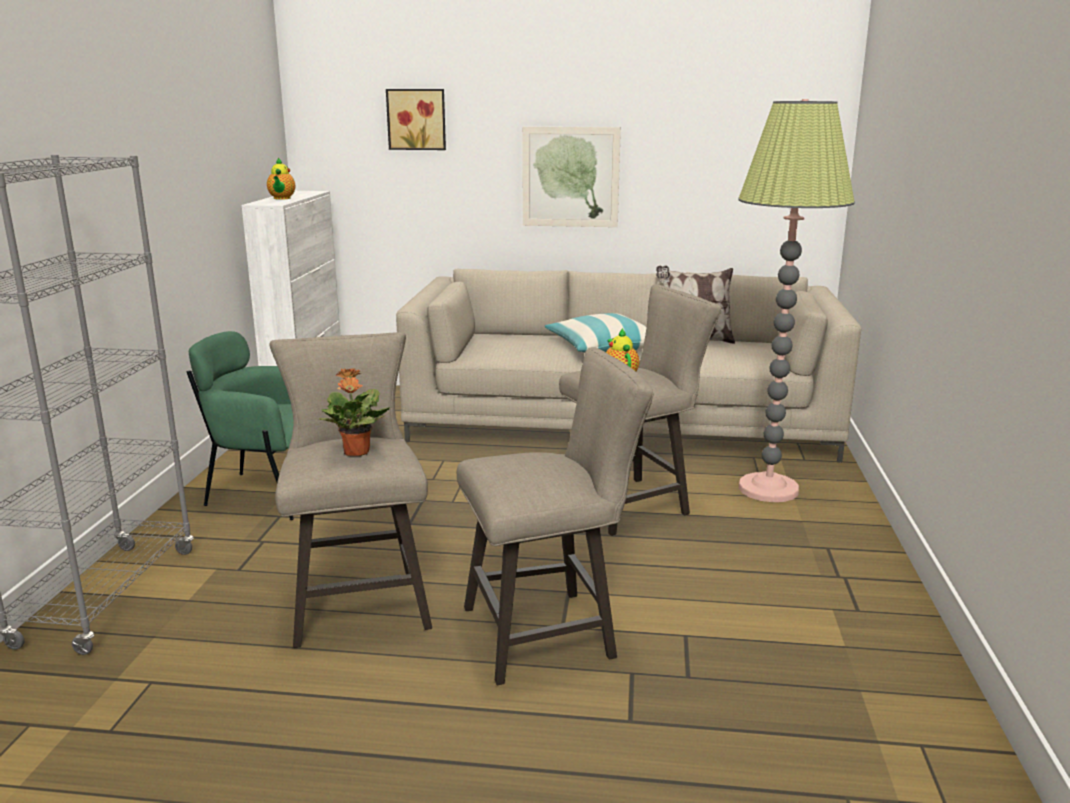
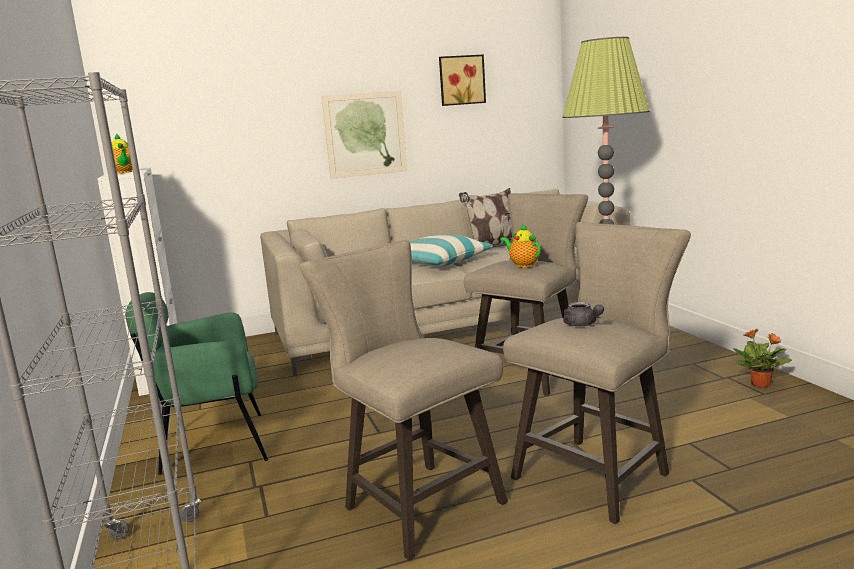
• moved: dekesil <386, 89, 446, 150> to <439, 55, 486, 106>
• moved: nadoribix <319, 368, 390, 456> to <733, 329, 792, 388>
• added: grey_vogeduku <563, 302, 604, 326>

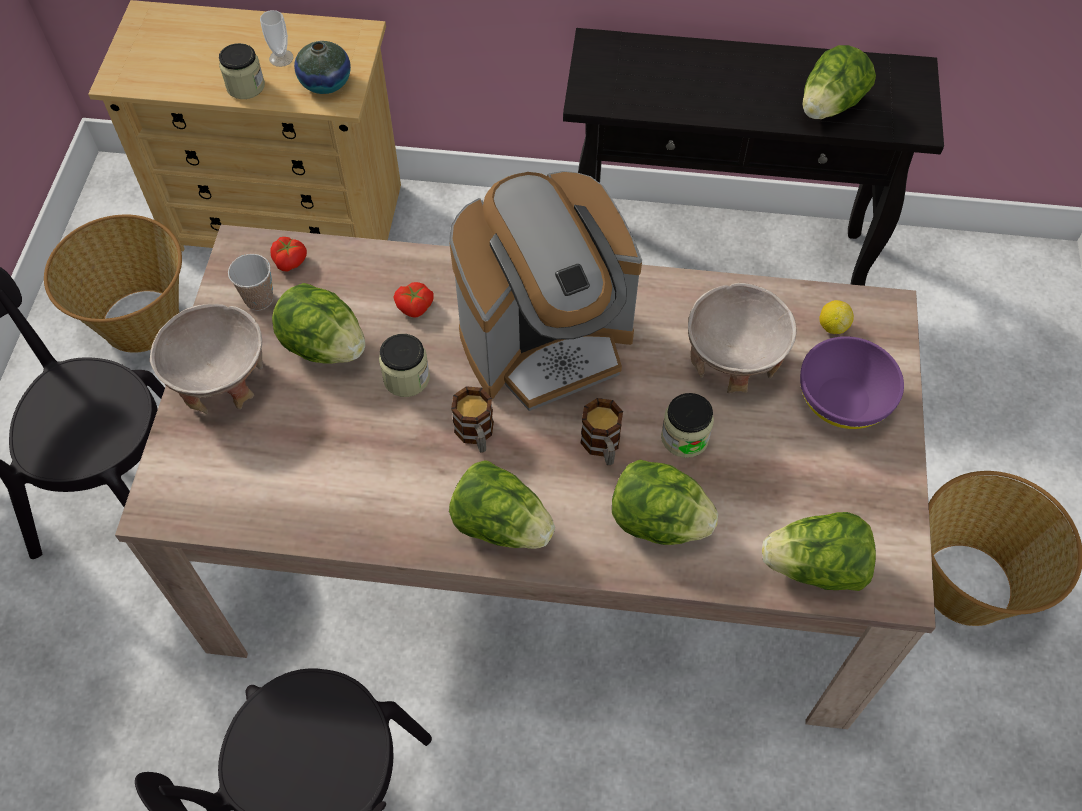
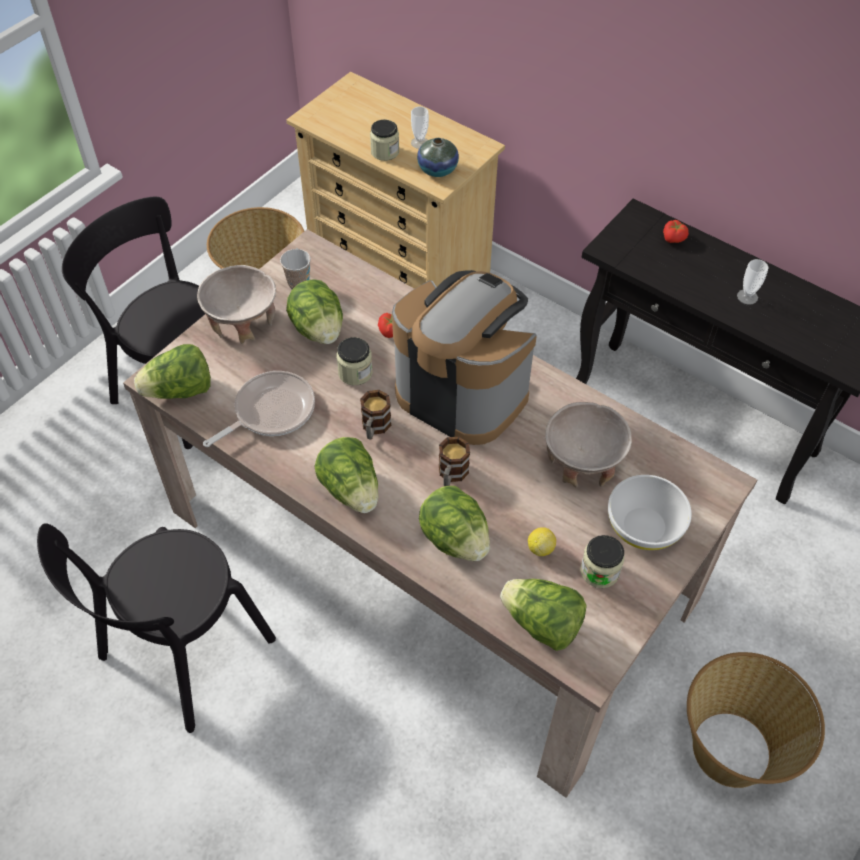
• moved: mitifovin <803, 45, 876, 119> to <134, 344, 211, 399>
• turned: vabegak <449, 171, 642, 411> = <392, 270, 537, 445> 150 degrees counterclockwise
• moved: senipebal <270, 237, 307, 271> to <663, 220, 689, 243>
• moved: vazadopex <819, 300, 854, 334> to <528, 527, 556, 556>
• recoloured: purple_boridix <800, 336, 904, 429> to white_boridix <608, 475, 692, 550>
• moved: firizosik <661, 393, 714, 458> to <580, 535, 624, 588>
• added: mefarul <737, 259, 769, 305>
• added: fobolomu <203, 371, 315, 447>

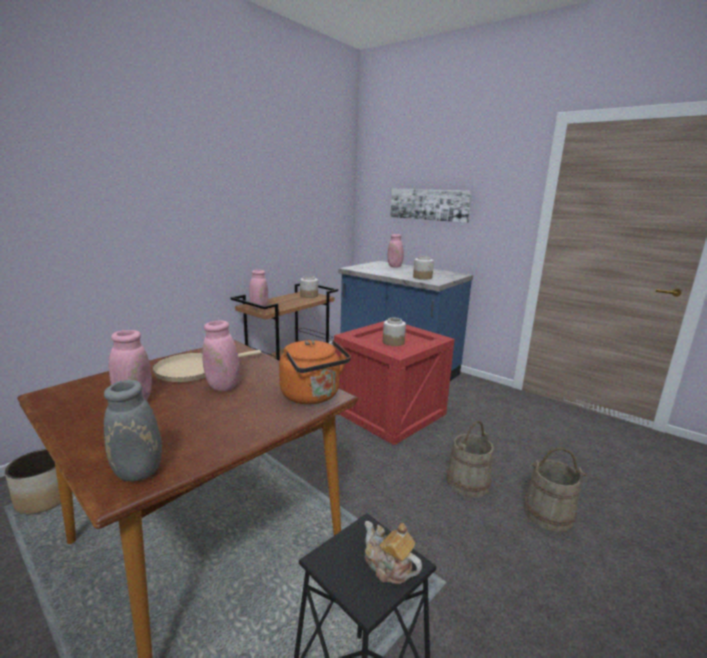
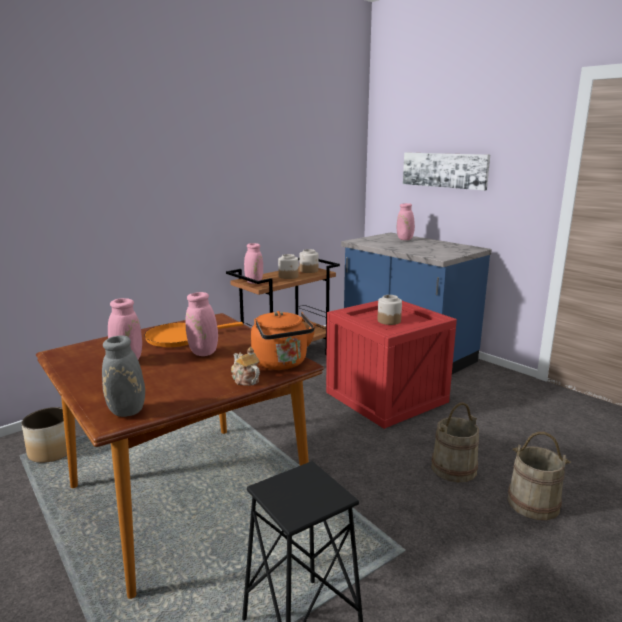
• moved: firizosik <413, 256, 434, 280> to <278, 254, 298, 279>
• recoloured: beige_fobolomu <152, 350, 261, 382> to orange_fobolomu <144, 322, 243, 347>
• moved: vogeduku <365, 521, 422, 584> to <231, 347, 260, 386>

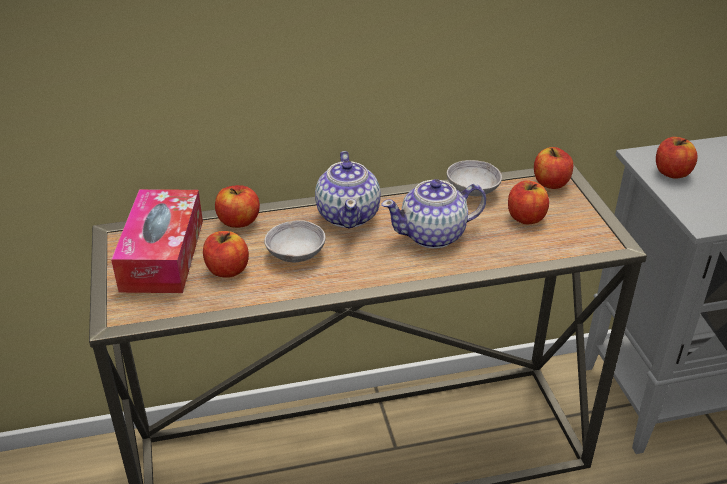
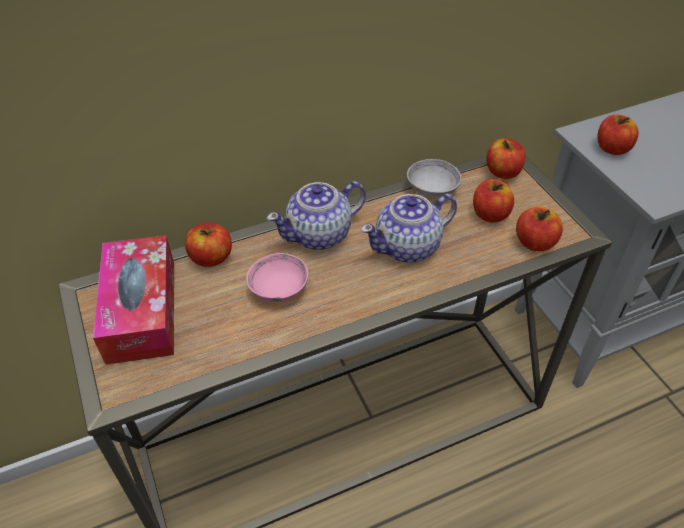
• turned: vogeduku <315, 151, 381, 229> = <267, 181, 366, 250> 75 degrees clockwise
• recoloured: grey_boridix <264, 220, 326, 262> to pink_boridix <246, 253, 309, 302>
• moved: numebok <203, 231, 249, 278> to <516, 207, 563, 251>

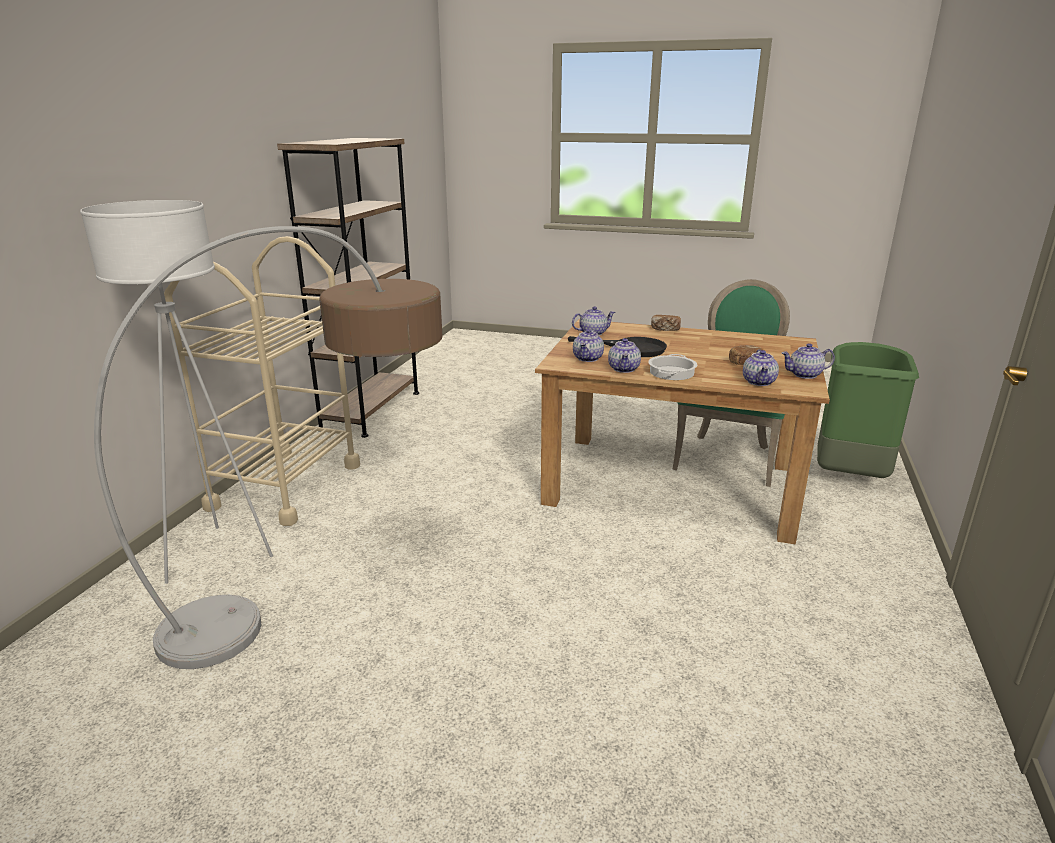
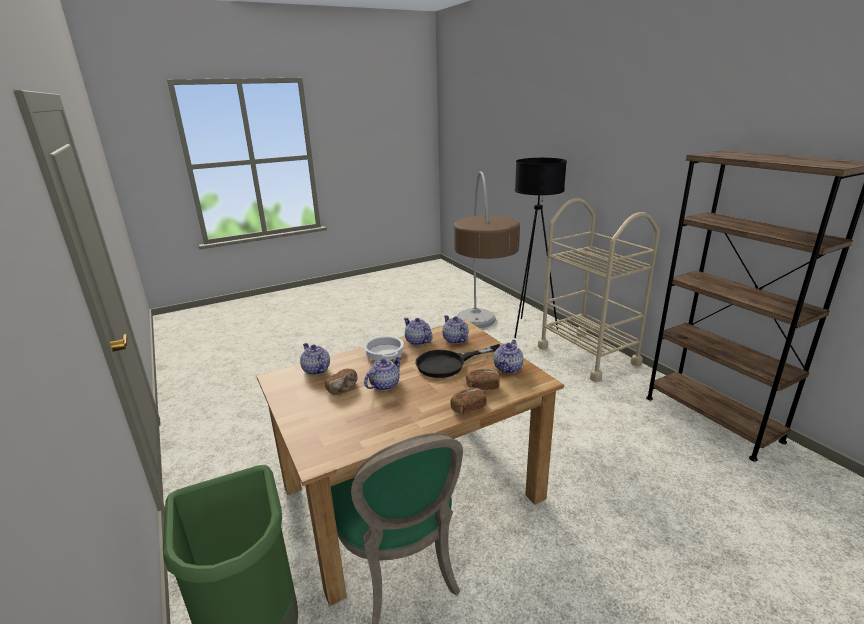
• recoloured: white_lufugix <80, 200, 273, 584> to black_lufugix <514, 158, 567, 338>
• moved: vogeduku <782, 343, 835, 379> to <364, 356, 402, 391>
• added: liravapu <466, 369, 500, 390>

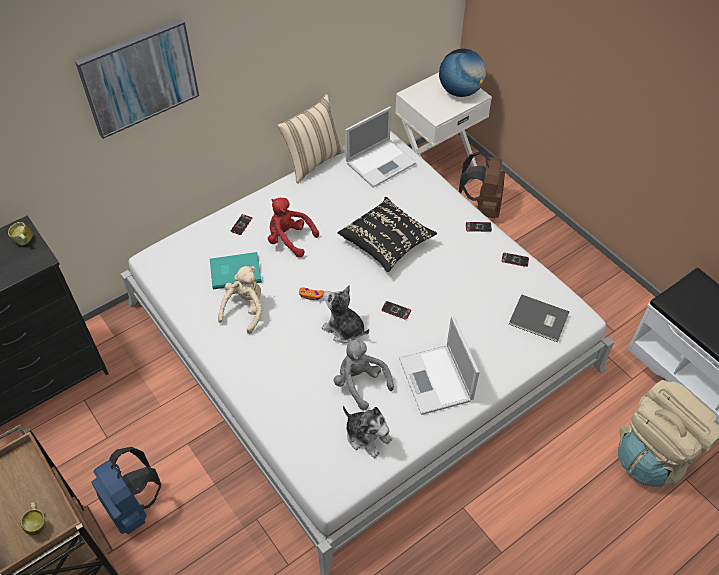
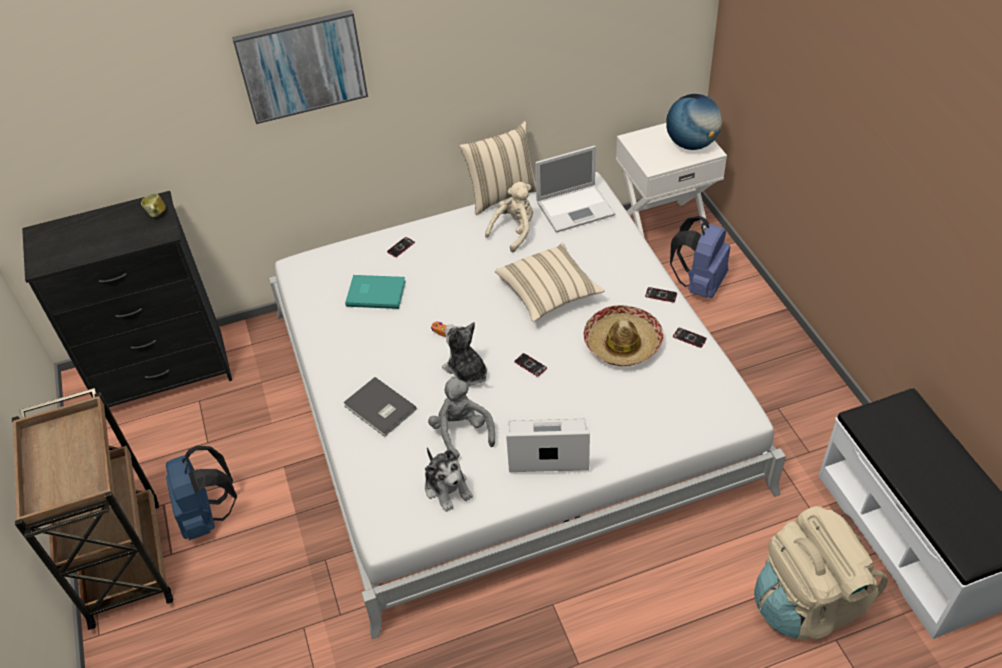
• recoloured: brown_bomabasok <459, 152, 505, 218> to blue_bomabasok <670, 216, 730, 298>
• recoloured: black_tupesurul <338, 197, 437, 272> to beige_tupesurul <495, 243, 605, 322>
• removed: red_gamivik <268, 198, 319, 257>
• moved: beige_gamivik <218, 266, 263, 334> to <485, 182, 533, 252>
• moved: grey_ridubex <509, 294, 570, 342> to <343, 377, 417, 437>
• turned: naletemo <399, 316, 480, 415> = <506, 418, 590, 472> 90 degrees clockwise
• removed: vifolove <20, 502, 45, 535>
• added: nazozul <583, 305, 664, 366>

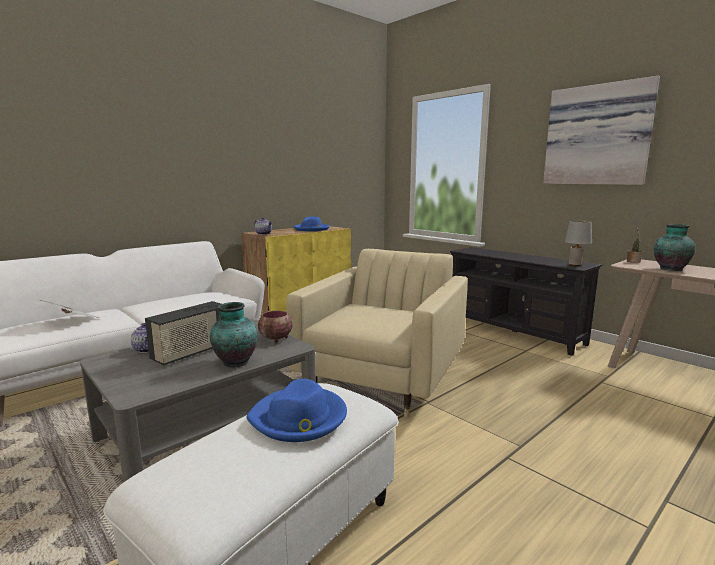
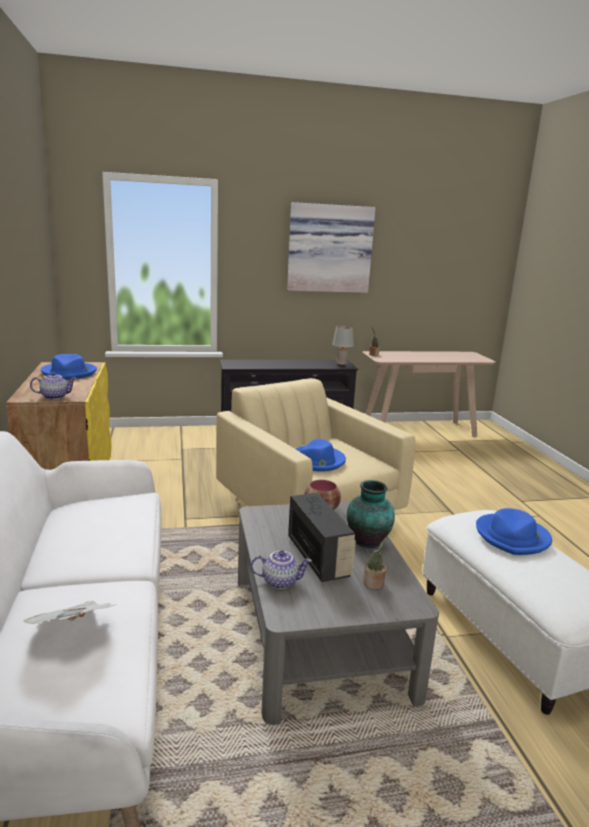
• removed: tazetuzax <654, 224, 695, 271>
• added: blue_nazozul <295, 439, 346, 472>
• added: nadoribix <363, 537, 388, 589>

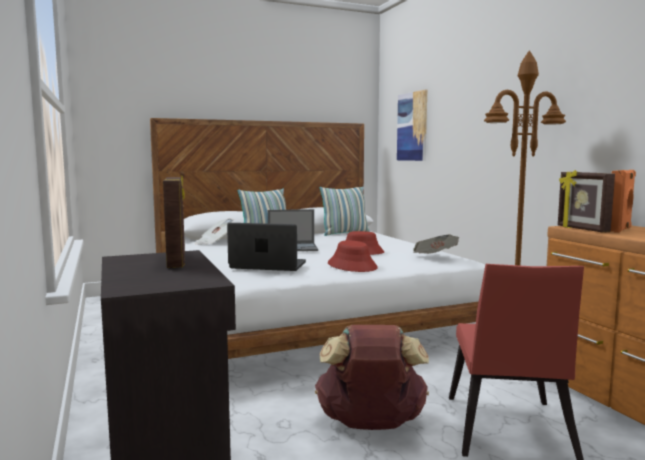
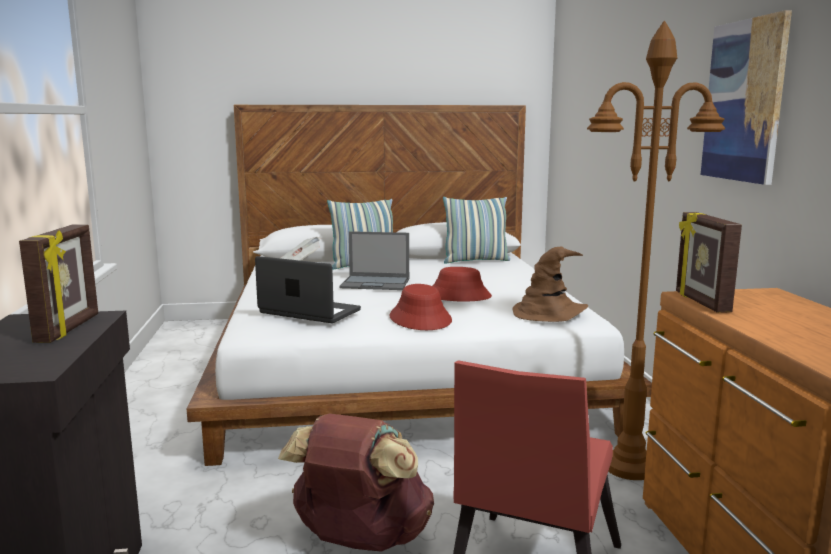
• moved: dekesil <397, 89, 427, 161> to <701, 10, 792, 185>
• removed: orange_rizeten <611, 170, 636, 233>
• replaced: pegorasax <413, 235, 459, 254> to brown_nazozul <512, 246, 588, 322>

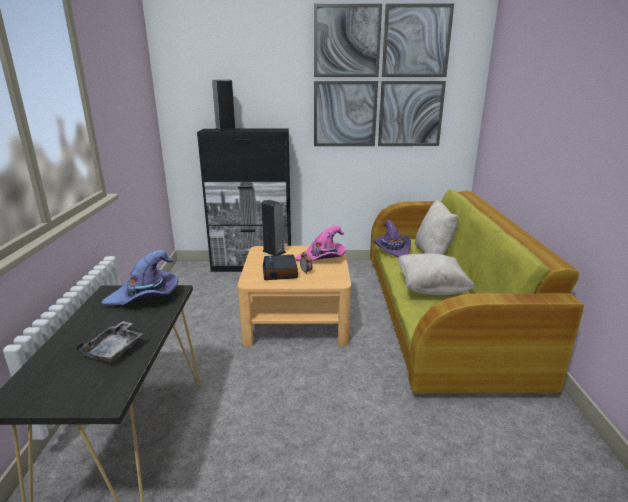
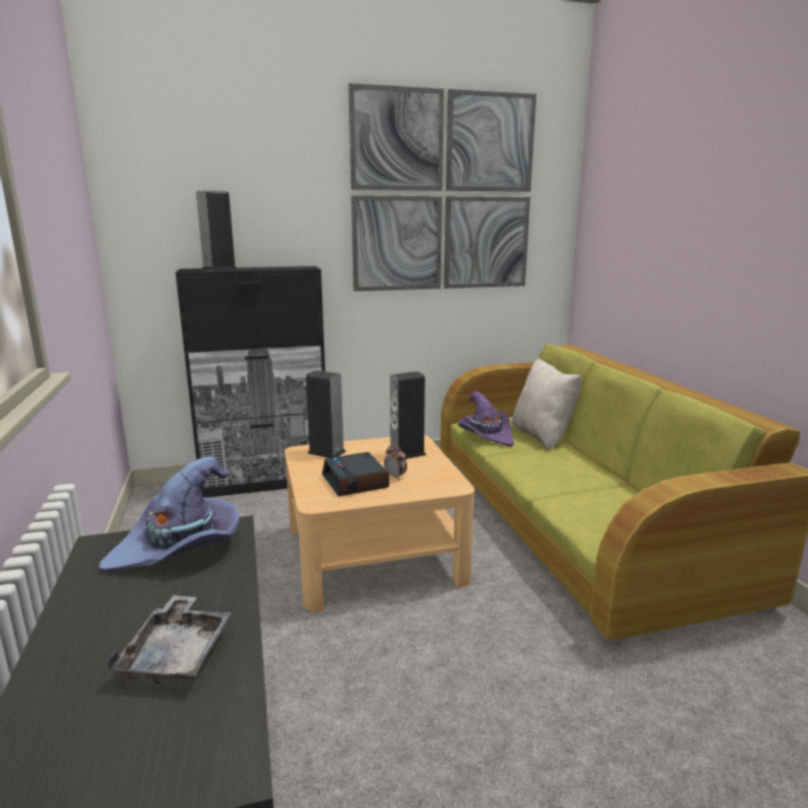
• replaced: pink_nazozul <295, 226, 346, 261> to rizeten <390, 371, 426, 459>
• removed: beige_tupesurul <397, 253, 475, 295>

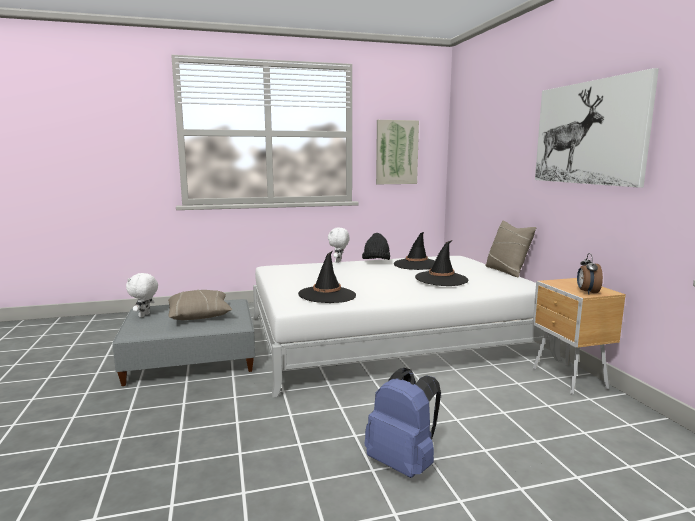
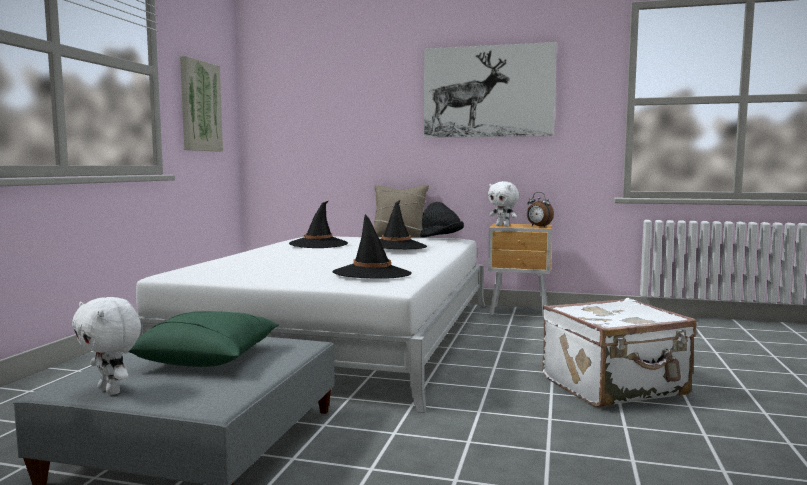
• moved: white_gamivik <328, 228, 350, 263> to <488, 181, 519, 227>
• moved: black_nazozul <362, 233, 390, 260> to <420, 202, 464, 237>
• recoloured: beige_tupesurul <168, 290, 232, 320> to green_tupesurul <129, 311, 279, 367>
• replaced: blue_bomabasok <365, 368, 441, 478> to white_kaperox <542, 298, 697, 407>

